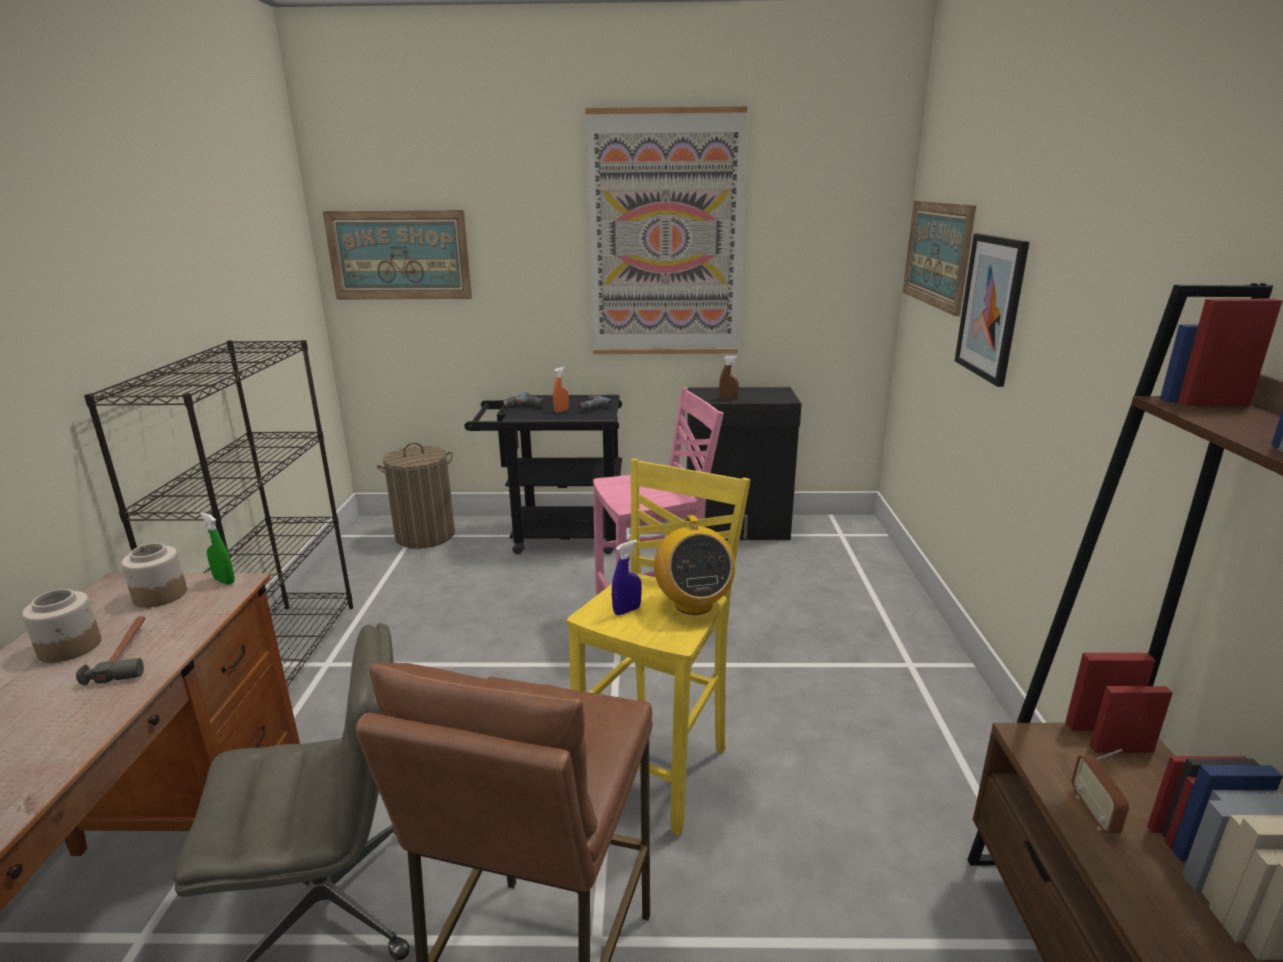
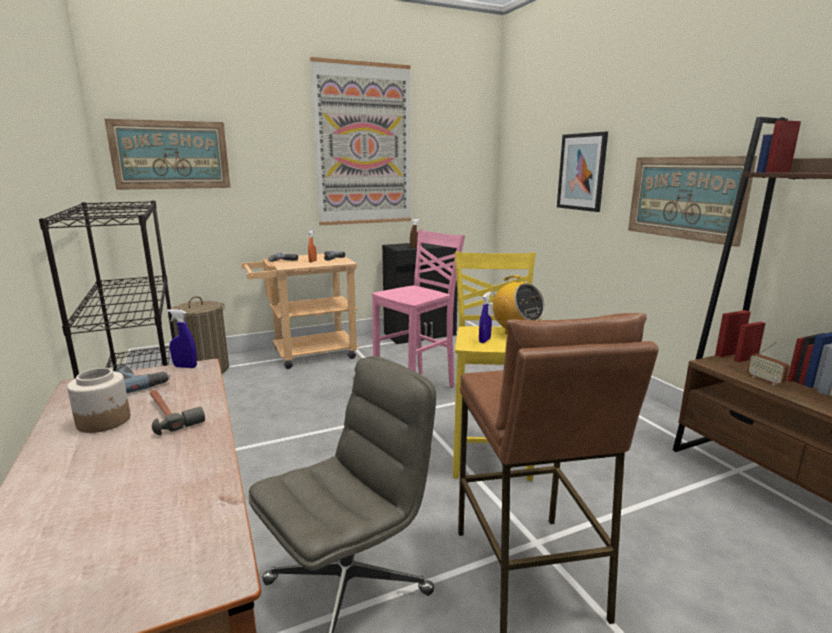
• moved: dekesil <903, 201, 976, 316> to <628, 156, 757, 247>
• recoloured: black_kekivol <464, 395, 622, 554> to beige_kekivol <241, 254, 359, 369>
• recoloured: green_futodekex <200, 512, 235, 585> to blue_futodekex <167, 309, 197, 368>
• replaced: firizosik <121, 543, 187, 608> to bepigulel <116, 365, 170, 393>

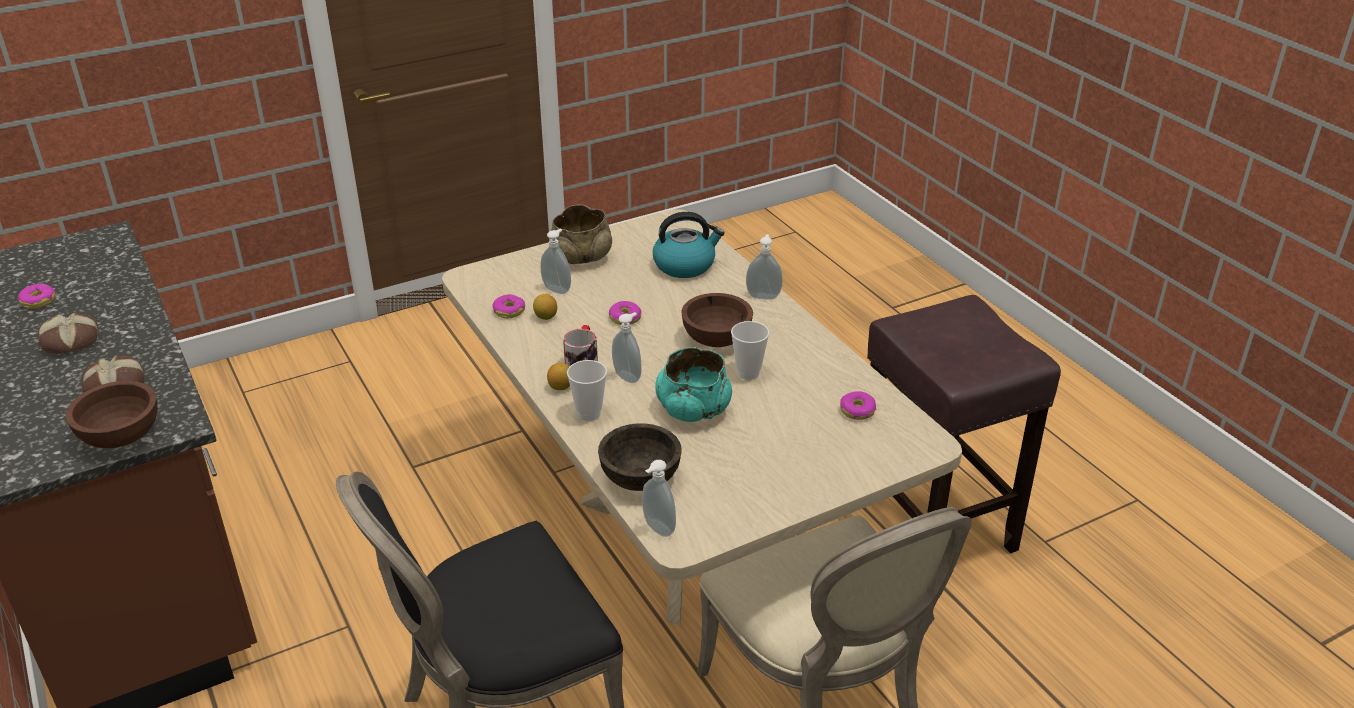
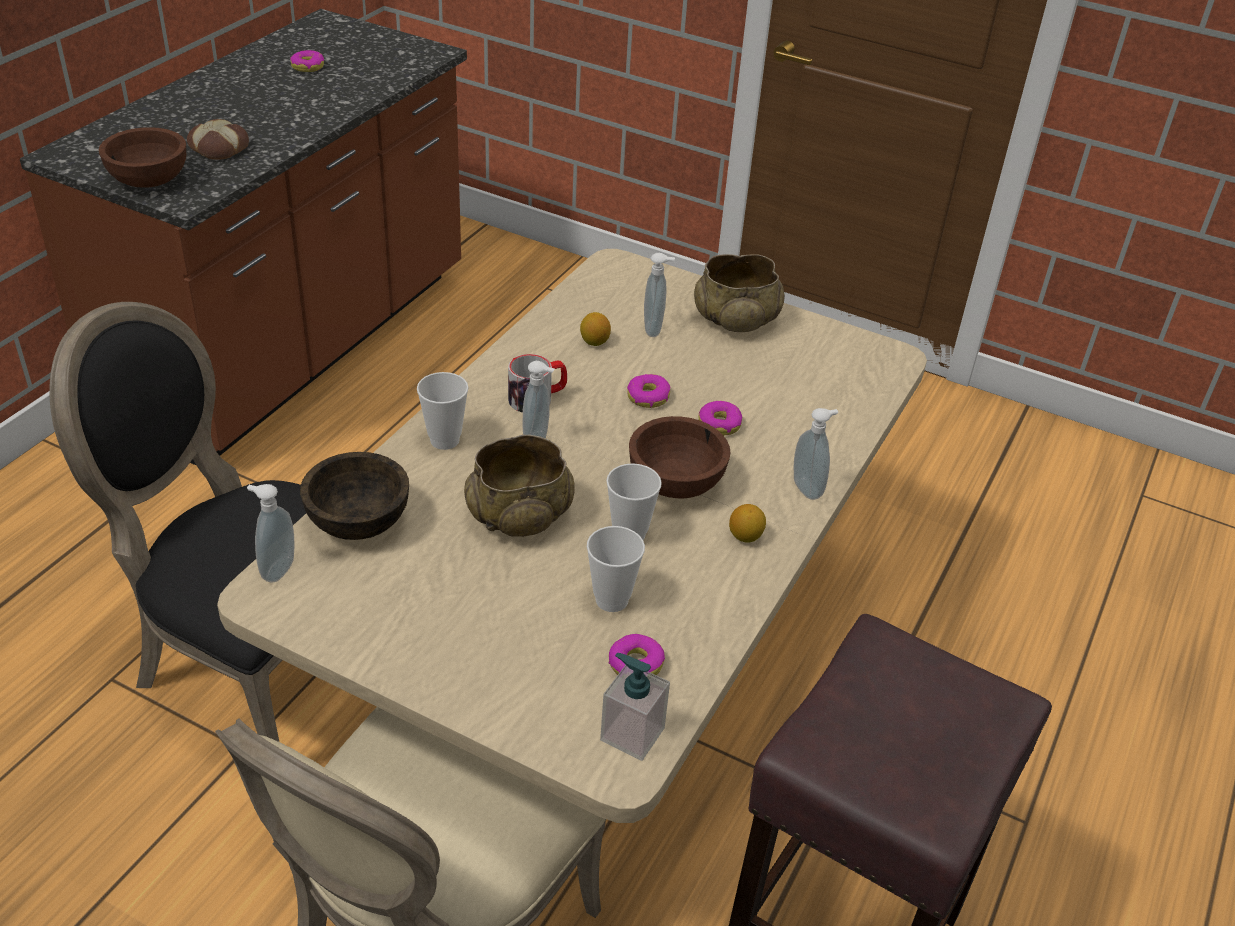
• removed: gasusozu <653, 212, 725, 278>
• moved: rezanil <493, 294, 525, 318> to <698, 401, 742, 435>
• removed: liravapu <38, 313, 98, 354>
• recoloured: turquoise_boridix <655, 347, 732, 422> to beige_boridix <464, 435, 575, 537>
• moved: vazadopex <547, 363, 570, 390> to <729, 504, 766, 543>
• added: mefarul <587, 526, 645, 612>
• added: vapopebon <600, 653, 670, 761>

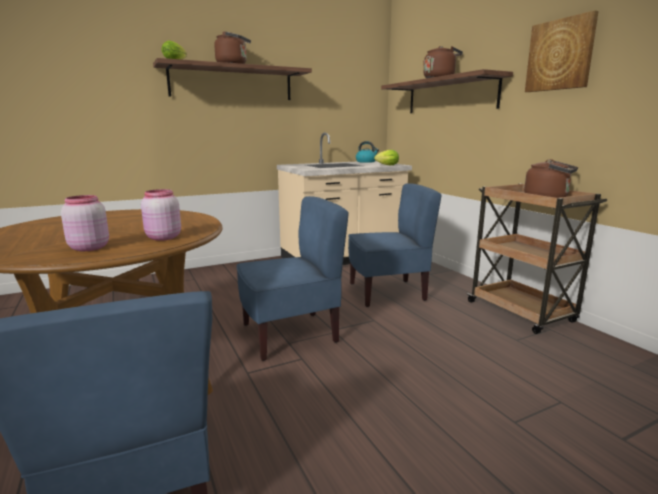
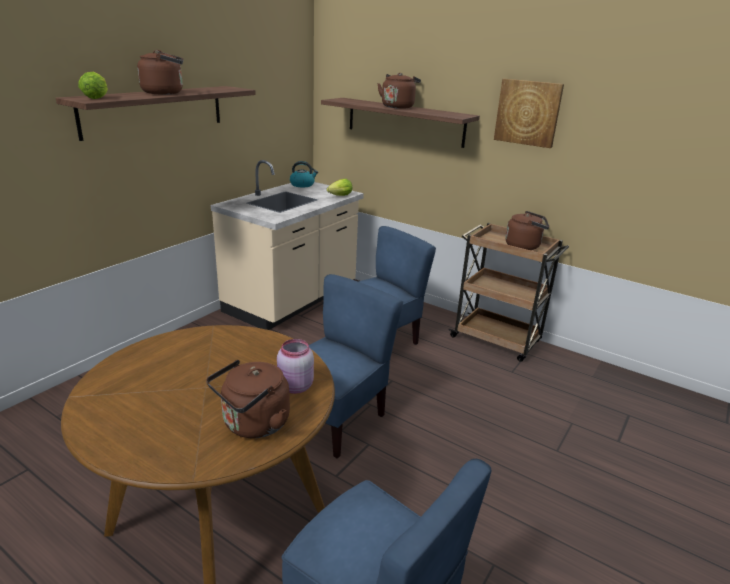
• replaced: pink_firizosik <61, 195, 109, 251> to brown_gasusozu <206, 360, 290, 438>

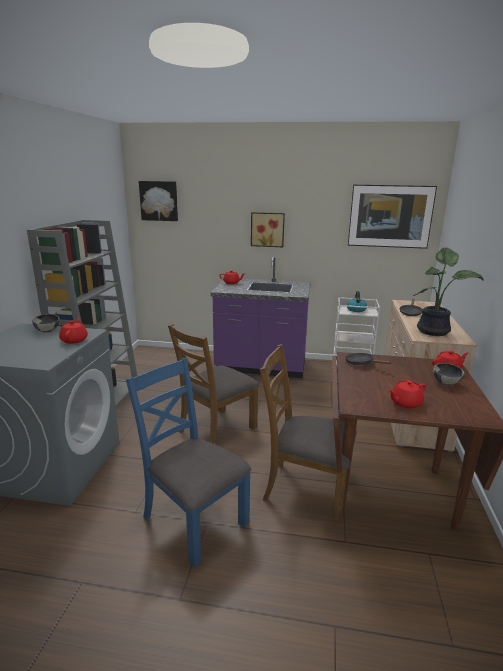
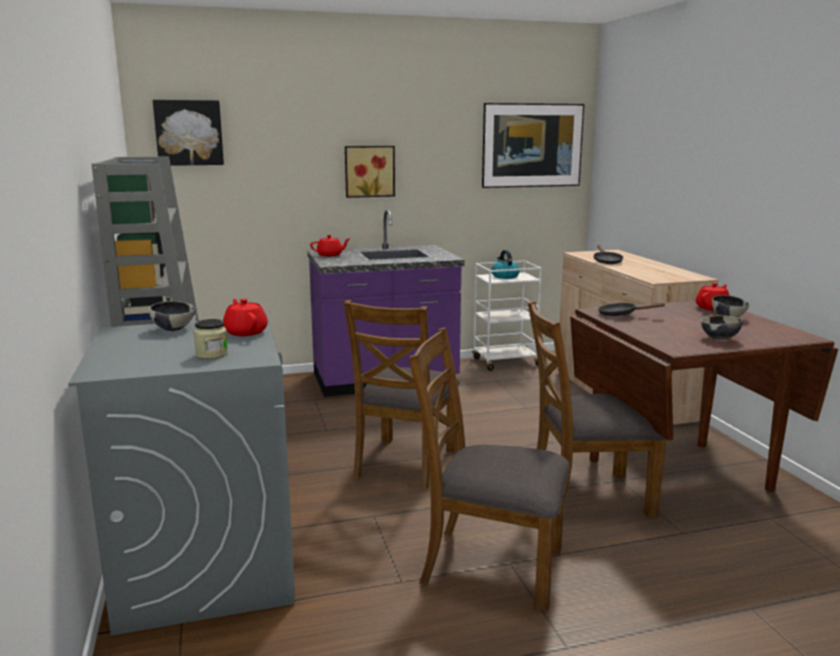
• removed: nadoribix <413, 247, 484, 336>
• recoloured: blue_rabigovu <126, 358, 251, 568> to brown_rabigovu <409, 327, 570, 611>
• replaced: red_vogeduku <388, 380, 426, 408> to boridix <700, 315, 743, 340>
• added: firizosik <194, 319, 228, 359>

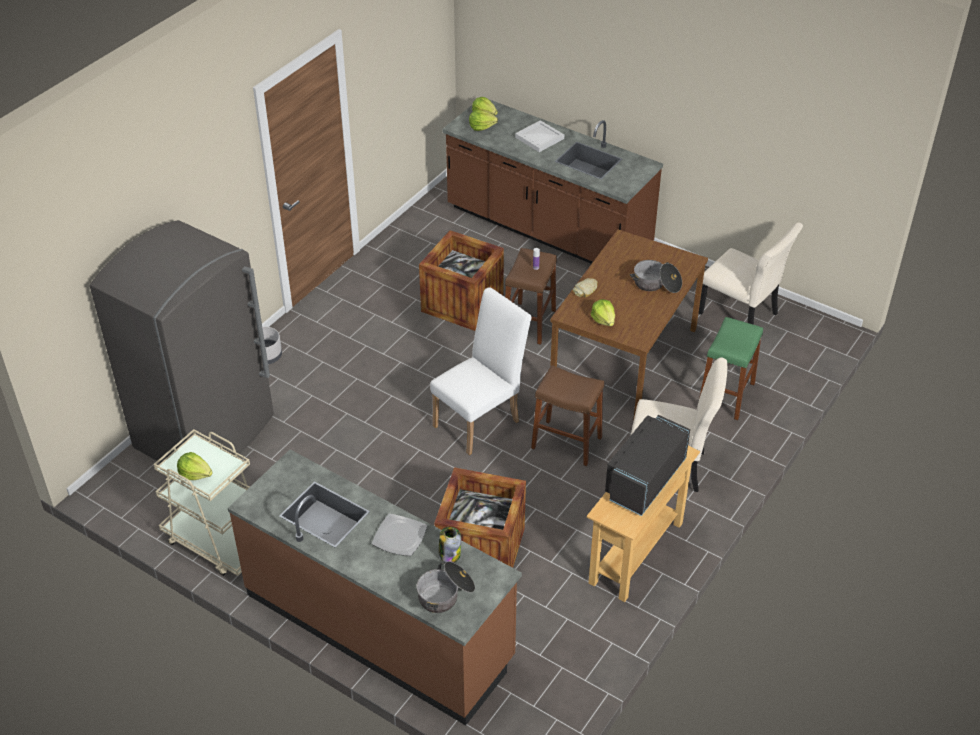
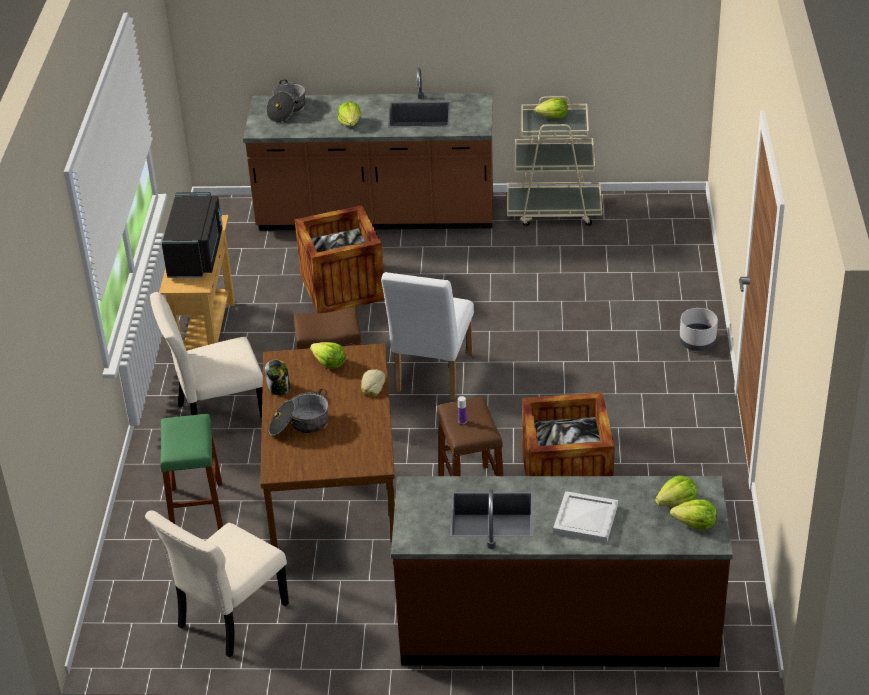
• removed: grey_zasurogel <90, 220, 274, 463>
• turned: beige_rabigovu <698, 222, 803, 325> = <145, 510, 289, 658> 60 degrees counterclockwise
• replaced: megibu <372, 513, 427, 556> to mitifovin <338, 102, 361, 126>
• moved: firizosik <439, 527, 461, 563> to <265, 360, 290, 395>

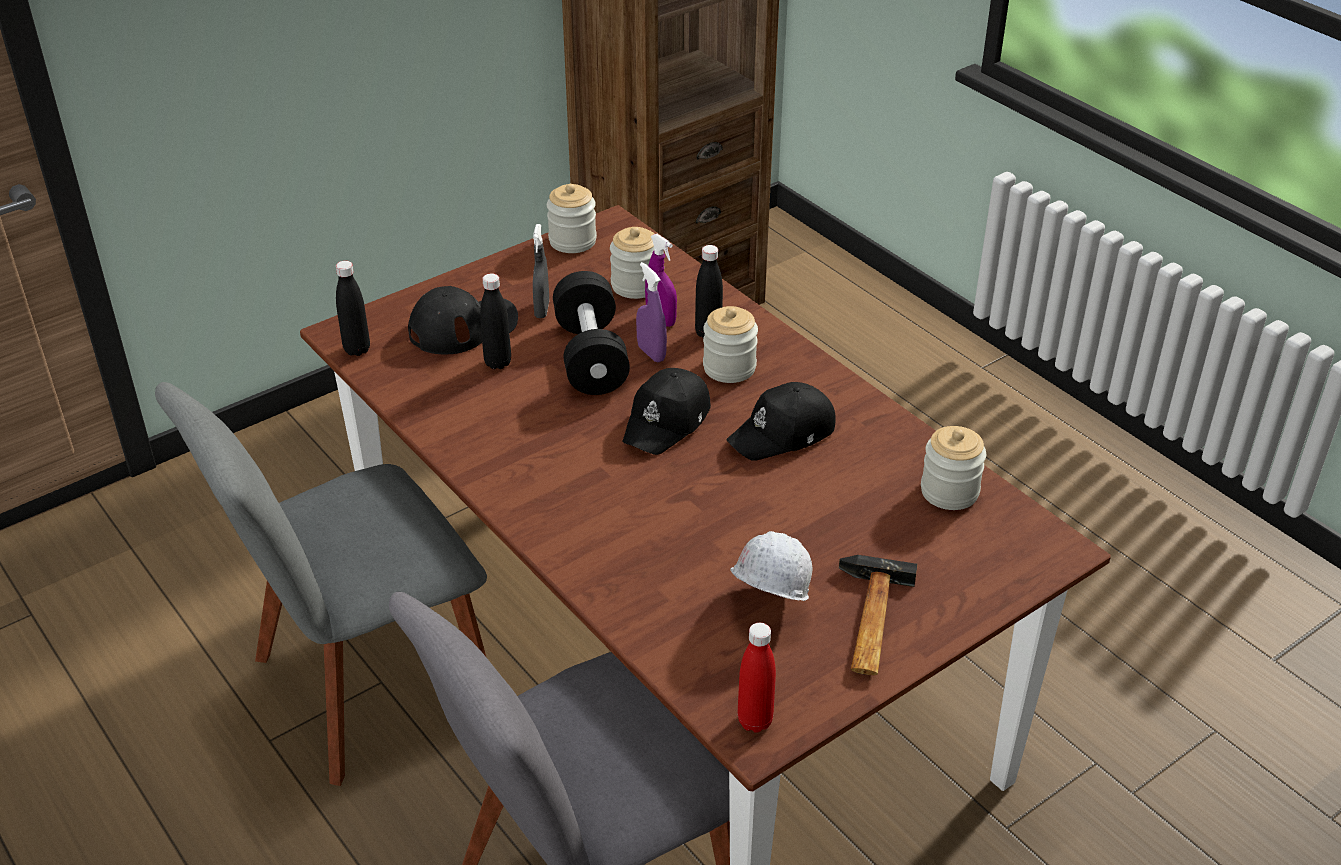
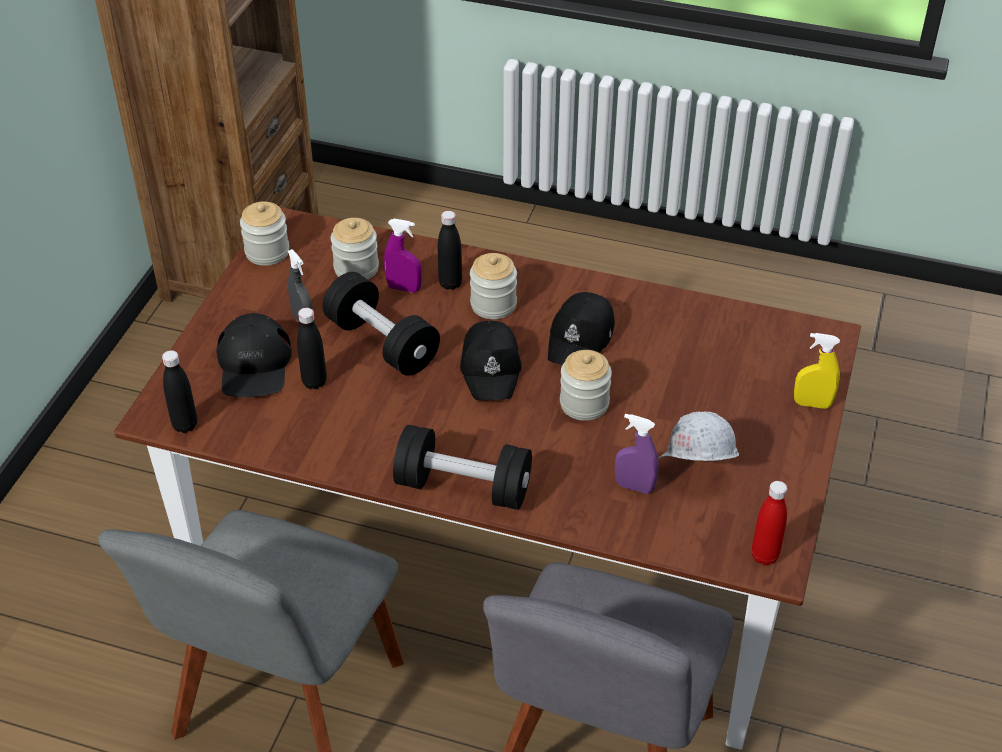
• moved: purple_futodekex <636, 262, 667, 362> to <615, 414, 659, 494>
• turned: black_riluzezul <408, 286, 518, 355> = <216, 313, 292, 397> 150 degrees clockwise
• moved: firizosik <921, 426, 986, 510> to <560, 350, 612, 421>
• removed: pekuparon <839, 555, 918, 675>
• added: yellow_futodekex <794, 333, 840, 409>
• added: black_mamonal <393, 425, 532, 510>

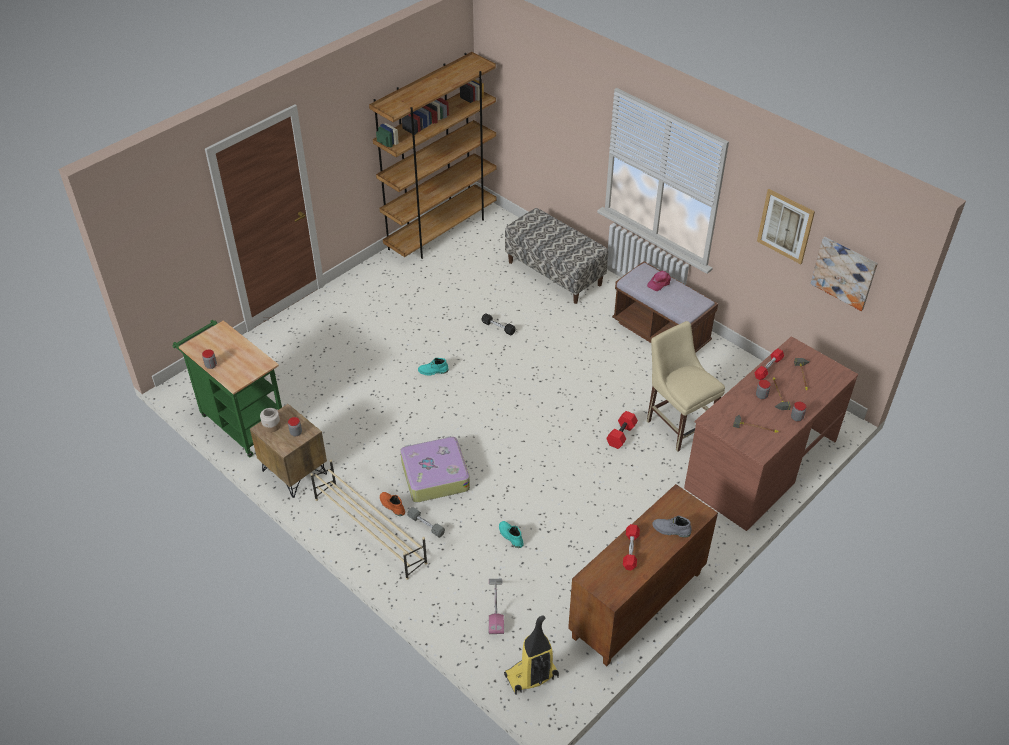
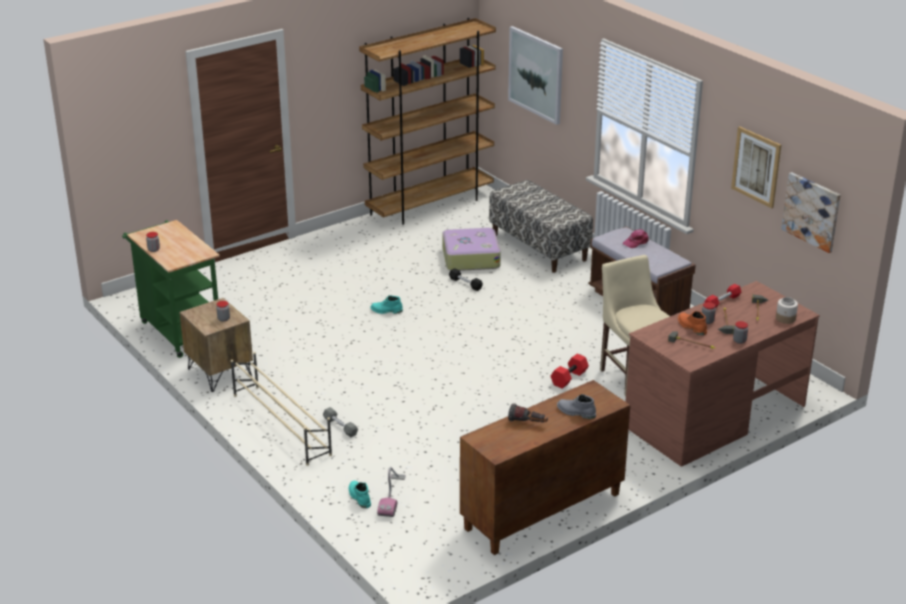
• moved: firizosik <260, 408, 281, 432> to <776, 297, 798, 324>
• moved: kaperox <400, 436, 470, 502> to <442, 228, 501, 271>
• moved: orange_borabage <380, 492, 405, 516> to <678, 311, 707, 335>
• moved: turquoise_borabage <499, 521, 524, 548> to <349, 481, 371, 508>
• replaced: red_mamonal <623, 524, 640, 571> to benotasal <508, 403, 548, 422>
• removed: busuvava <504, 615, 559, 695>
• added: dekesil <508, 26, 563, 125>

